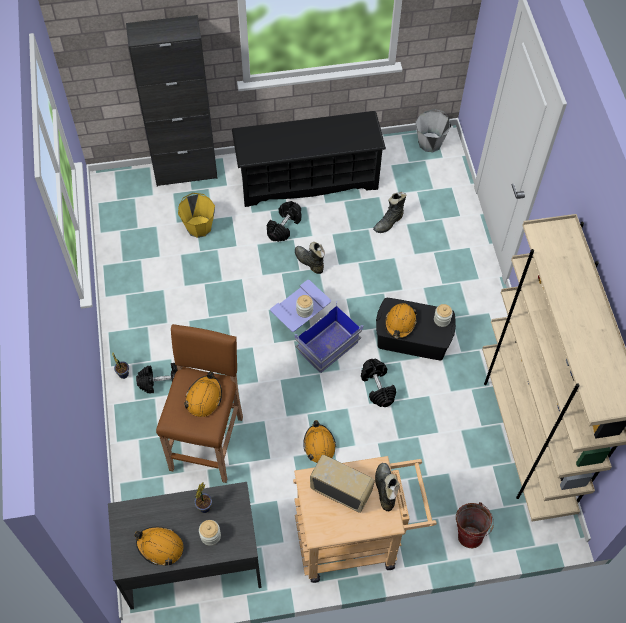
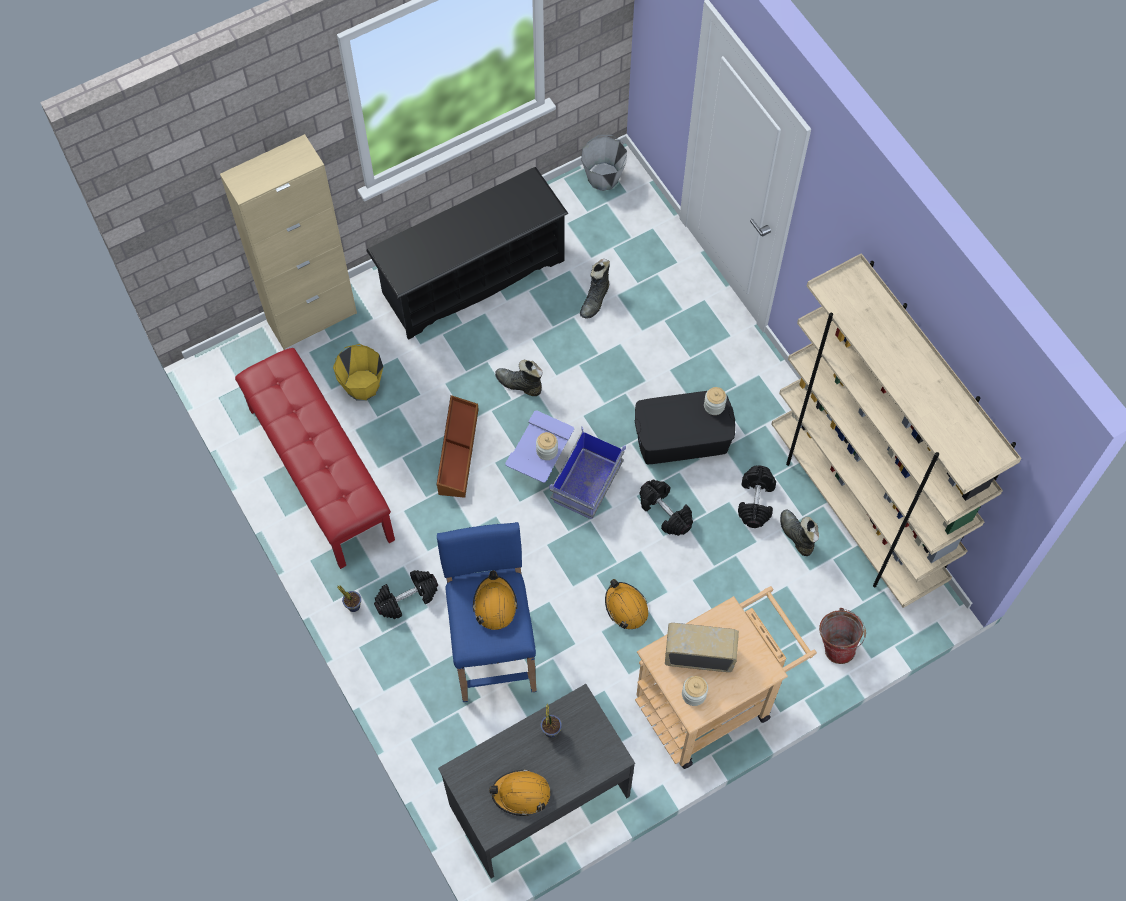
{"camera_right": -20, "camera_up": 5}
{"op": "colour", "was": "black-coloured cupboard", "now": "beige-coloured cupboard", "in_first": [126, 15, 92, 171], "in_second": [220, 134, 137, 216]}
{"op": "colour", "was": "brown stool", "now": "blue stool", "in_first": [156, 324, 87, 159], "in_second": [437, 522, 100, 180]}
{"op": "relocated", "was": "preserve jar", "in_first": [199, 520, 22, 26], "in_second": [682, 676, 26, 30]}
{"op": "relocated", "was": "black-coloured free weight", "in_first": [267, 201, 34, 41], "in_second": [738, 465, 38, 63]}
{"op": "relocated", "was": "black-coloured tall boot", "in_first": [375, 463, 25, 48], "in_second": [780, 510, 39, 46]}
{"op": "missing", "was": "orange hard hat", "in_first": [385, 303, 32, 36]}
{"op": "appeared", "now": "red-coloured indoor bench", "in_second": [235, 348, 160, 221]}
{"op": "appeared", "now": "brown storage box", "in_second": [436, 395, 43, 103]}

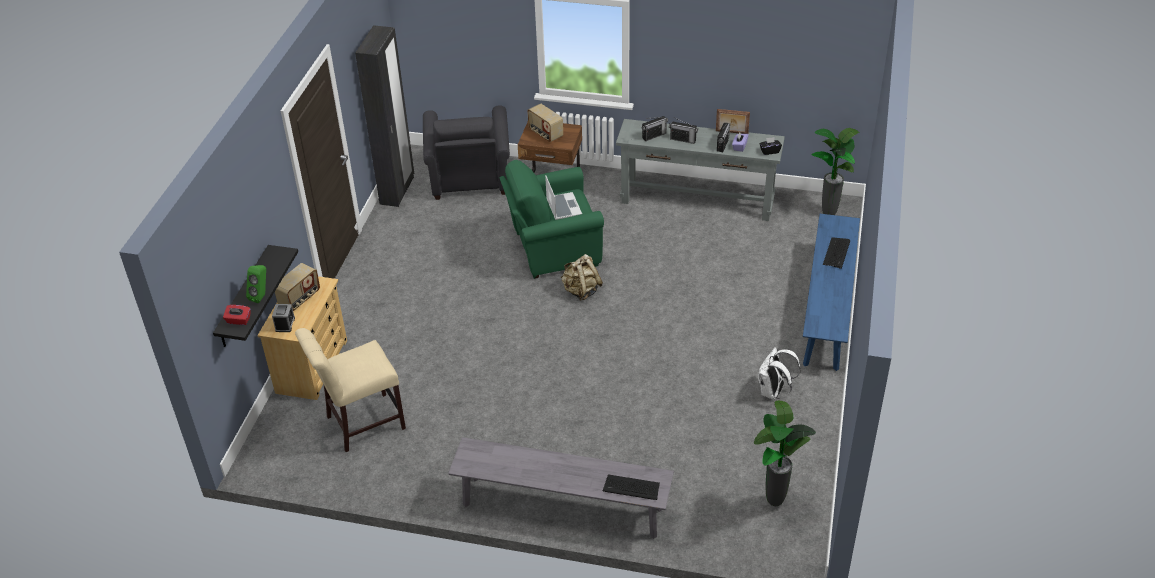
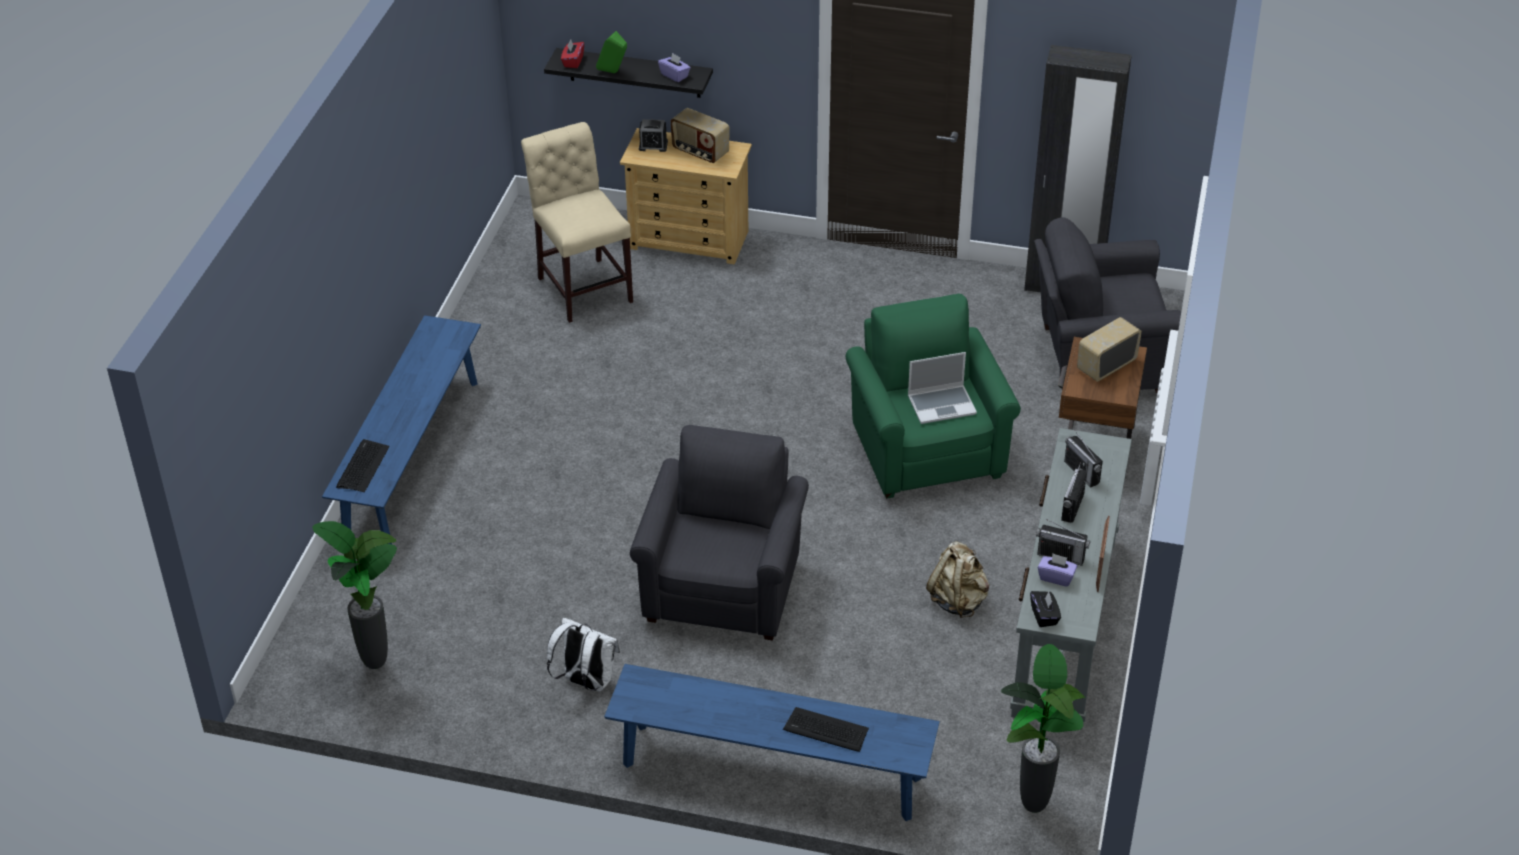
{"camera_right": 90, "camera_up": 0}
{"op": "colour", "was": "grey indoor bench", "now": "blue indoor bench", "in_first": [448, 437, 226, 102], "in_second": [322, 315, 159, 229]}
{"op": "relocated", "was": "beige-coloured rucksack", "in_first": [561, 254, 42, 47], "in_second": [926, 541, 63, 77]}
{"op": "appeared", "now": "grey lounge chair", "in_second": [630, 425, 179, 216]}
{"op": "appeared", "now": "purple tissue box", "in_second": [658, 53, 33, 29]}

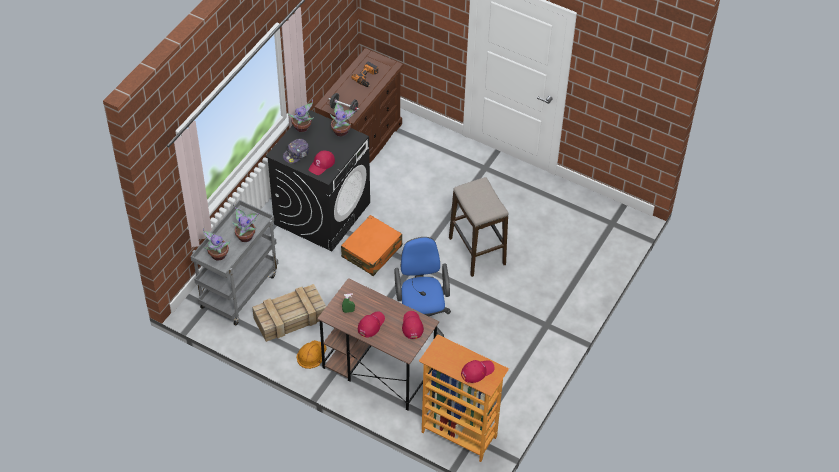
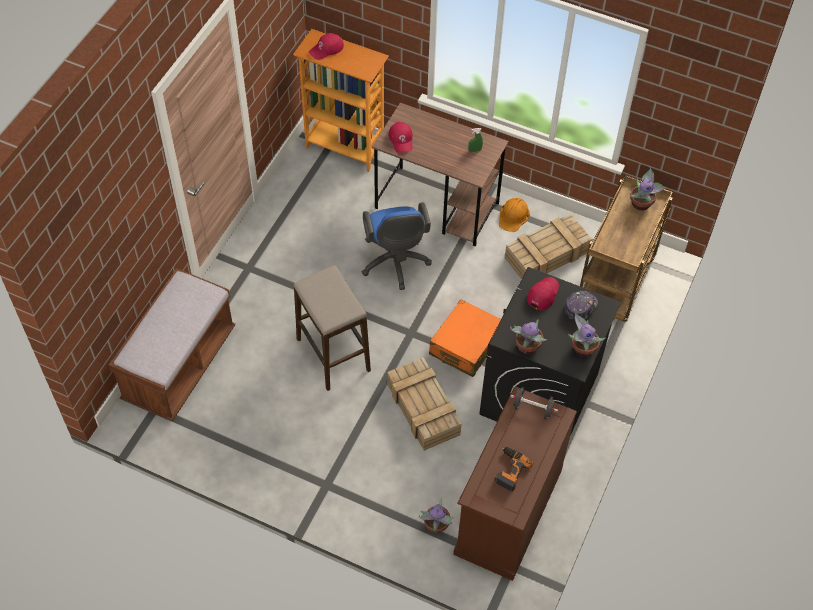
{"camera_right": 175, "camera_up": 5}
{"op": "colour", "was": "grey trolley", "now": "brown trolley", "in_first": [190, 200, 88, 125], "in_second": [580, 175, 93, 147]}
{"op": "relocated", "was": "plant in a pot", "in_first": [232, 207, 27, 35], "in_second": [419, 499, 36, 34]}
{"op": "missing", "was": "red-coloured baseball cap", "in_first": [358, 311, 27, 27]}
{"op": "appeared", "now": "brown indoor bench", "in_second": [109, 268, 126, 153]}
{"op": "appeared", "now": "packing crate", "in_second": [387, 357, 75, 94]}

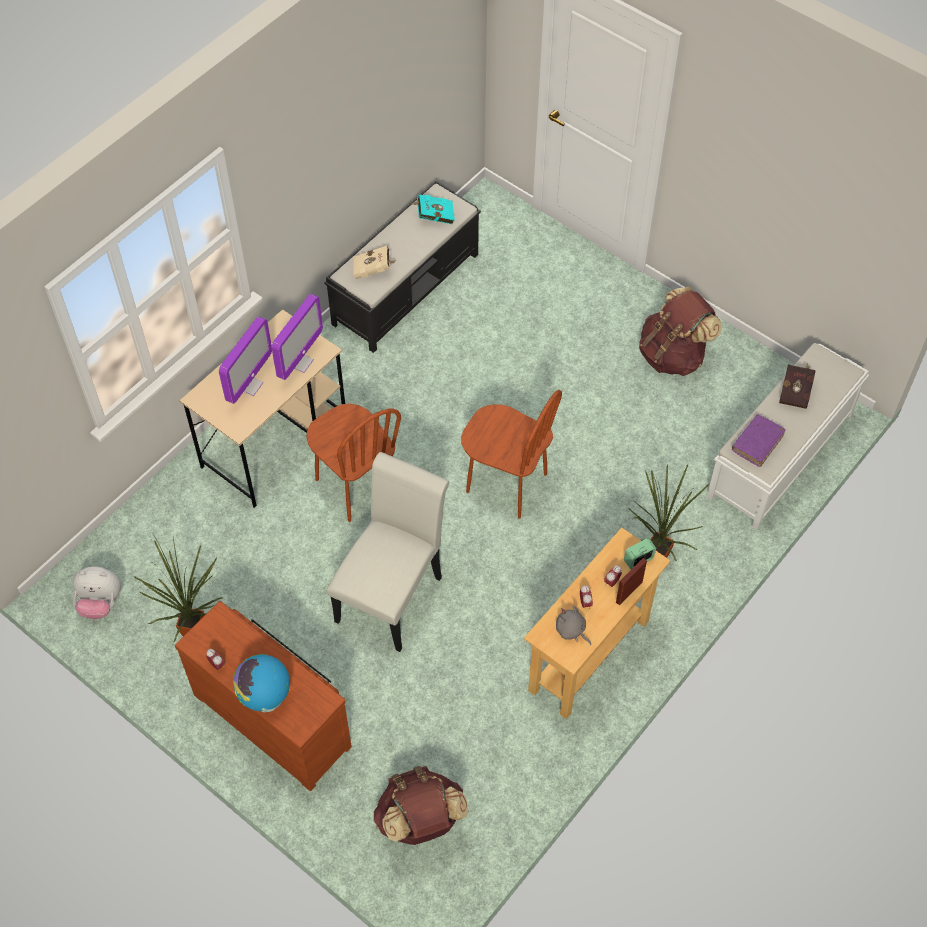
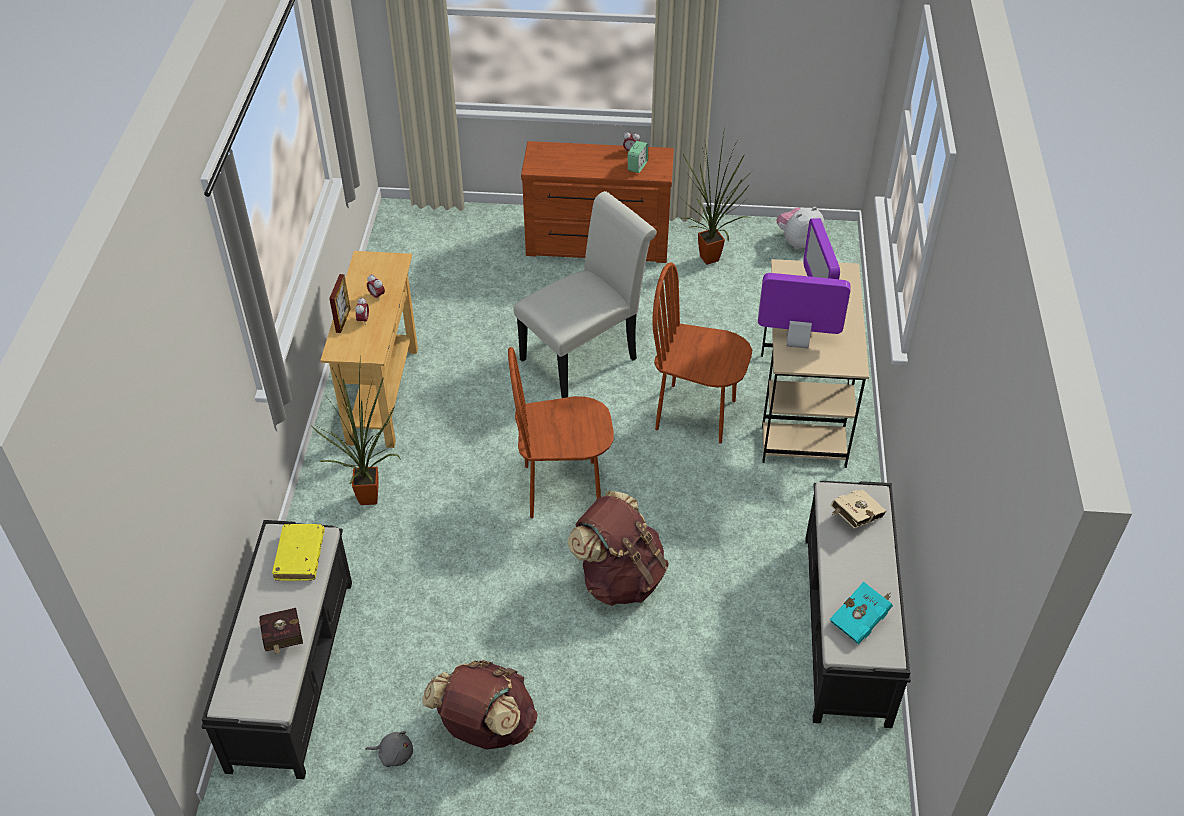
{"camera_right": 145, "camera_up": -10}
{"op": "missing", "was": "desk globe", "in_first": [233, 654, 57, 59]}
{"op": "spun", "was": "computer screen", "in_first": [271, 294, 52, 86], "in_second": [758, 273, 93, 76], "clockwise": 105}
{"op": "spun", "was": "white-coloured upright chair", "in_first": [327, 452, 122, 200], "in_second": [513, 191, 144, 207], "clockwise": -120}
{"op": "relocated", "was": "brown rucksack", "in_first": [374, 766, 95, 79], "in_second": [567, 491, 102, 115]}
{"op": "relocated", "was": "grey cuddly toy", "in_first": [556, 606, 35, 39], "in_second": [366, 731, 47, 36]}
{"op": "relocated", "was": "alarm clock", "in_first": [624, 538, 32, 31], "in_second": [628, 141, 20, 32]}
{"op": "colour", "was": "white-coloured indoor bench", "now": "black-coloured indoor bench", "in_first": [707, 343, 162, 187], "in_second": [201, 520, 151, 259]}
{"op": "colour", "was": "purple bound book", "now": "yellow bound book", "in_first": [732, 415, 54, 52], "in_second": [272, 524, 53, 57]}

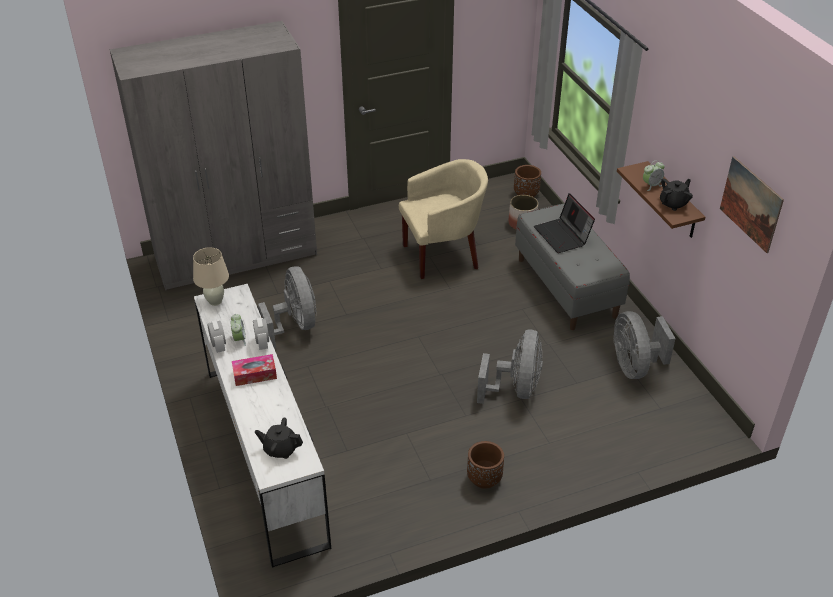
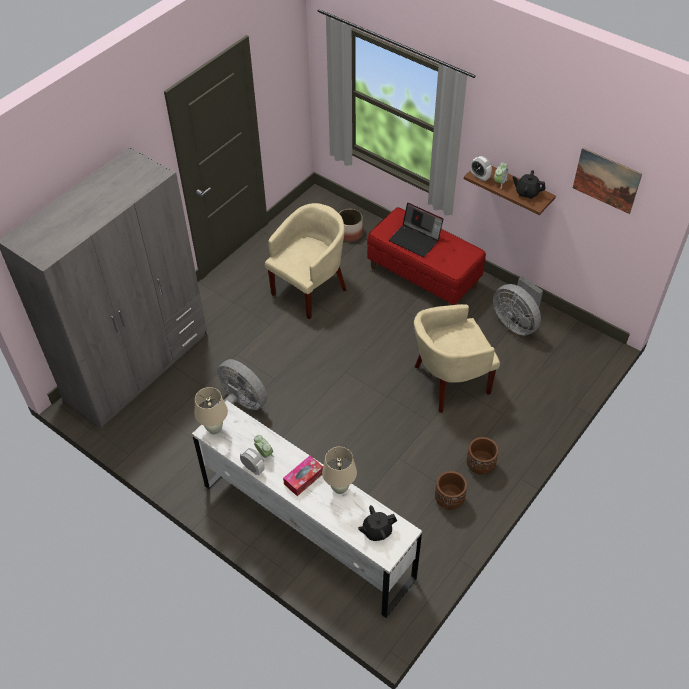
{"camera_right": -30, "camera_up": 10}
{"op": "relocated", "was": "alarm clock", "in_first": [253, 318, 16, 32], "in_second": [471, 156, 21, 25]}
{"op": "exchanged", "was": "grey electric fan", "now": "beige-coloured lounge chair", "in_first": [477, 330, 66, 74], "in_second": [414, 304, 86, 109]}
{"op": "relocated", "was": "brown flower pot", "in_first": [514, 165, 27, 32], "in_second": [435, 471, 32, 39]}
{"op": "colour", "was": "grey indoor bench", "now": "red-coloured indoor bench", "in_first": [515, 203, 115, 127], "in_second": [367, 207, 119, 98]}
{"op": "spun", "was": "black-coloured pot for tea", "in_first": [660, 179, 33, 32], "in_second": [512, 170, 33, 29], "clockwise": -90}
{"op": "appeared", "now": "beige-coloured table lamp", "in_second": [322, 447, 35, 47]}

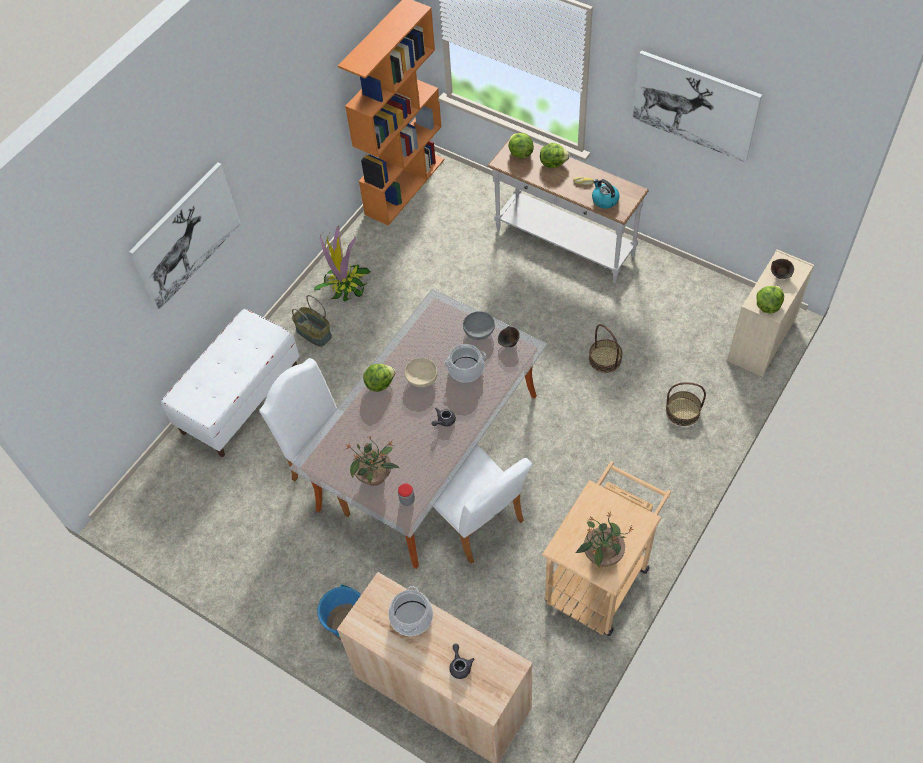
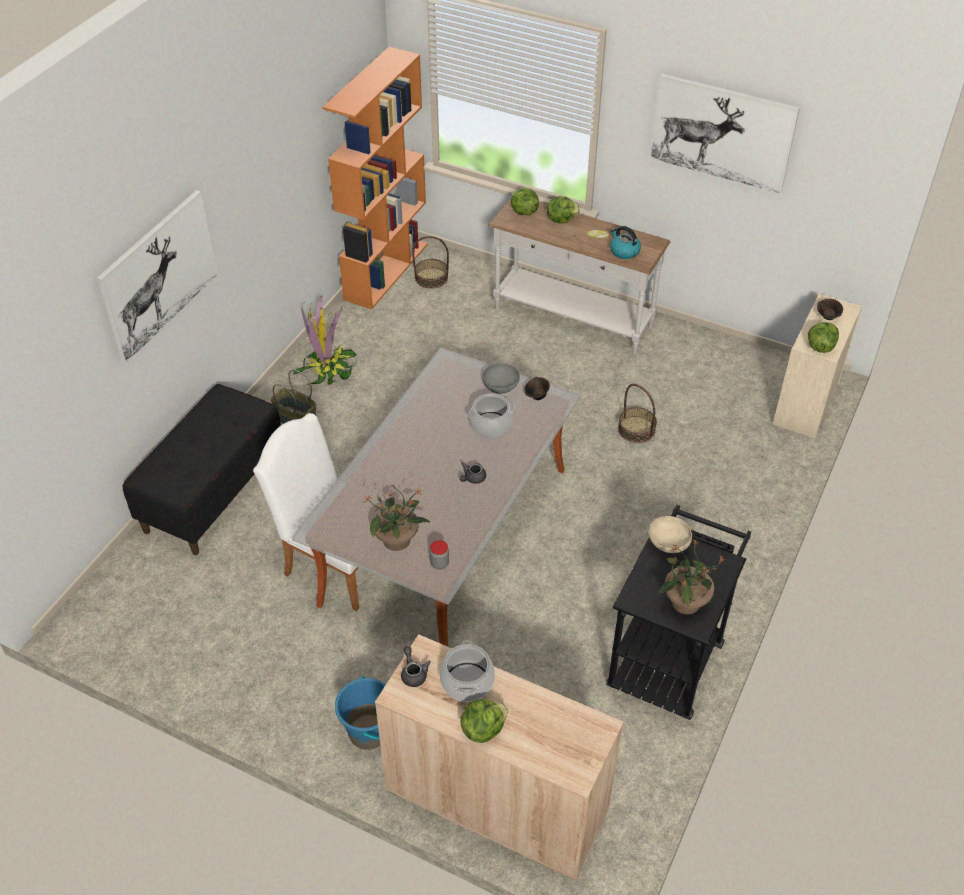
{"camera_right": -10, "camera_up": -10}
{"op": "colour", "was": "white-coloured indoor bench", "now": "black-coloured indoor bench", "in_first": [161, 309, 139, 148], "in_second": [123, 384, 158, 171]}
{"op": "relocated", "was": "lettuce", "in_first": [363, 364, 33, 28], "in_second": [461, 699, 47, 44]}
{"op": "relocated", "was": "beige-coloured serving bowl", "in_first": [405, 358, 32, 29], "in_second": [649, 516, 43, 37]}
{"op": "missing", "was": "white-coloured upright chair", "in_first": [433, 445, 99, 119]}
{"op": "relocated", "was": "grey pot for tea", "in_first": [449, 643, 25, 36], "in_second": [401, 646, 30, 41]}
{"op": "colour", "was": "beige-coloured trolley", "now": "black-coloured trolley", "in_first": [542, 461, 129, 175], "in_second": [606, 505, 145, 215]}
{"op": "relocated", "was": "storage basket", "in_first": [666, 382, 40, 44], "in_second": [412, 236, 37, 53]}

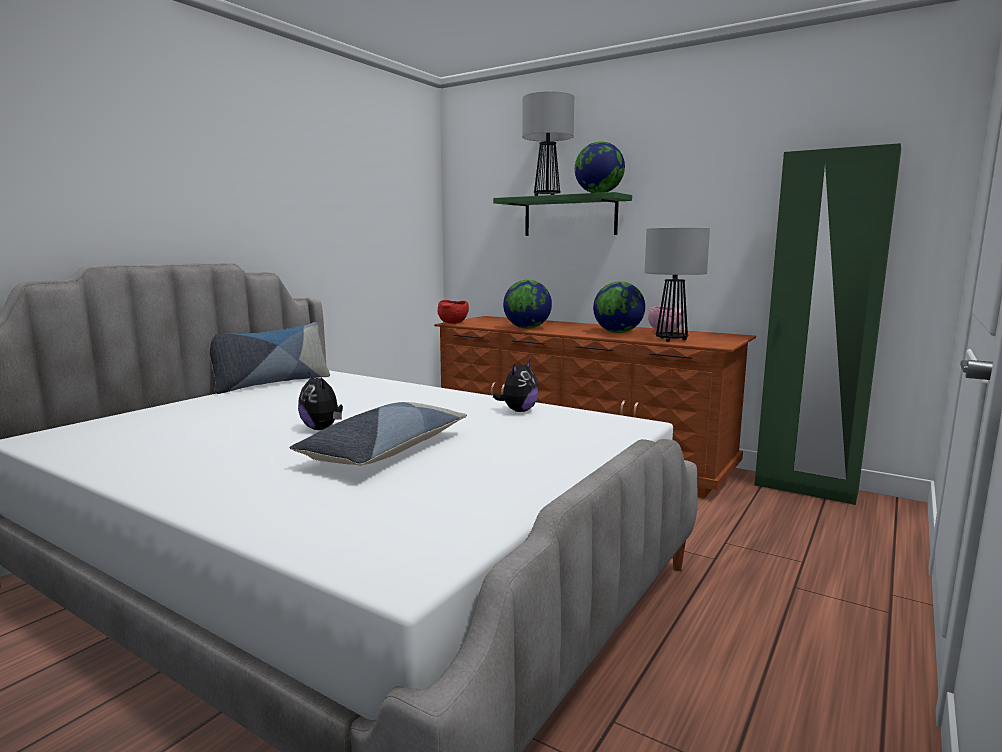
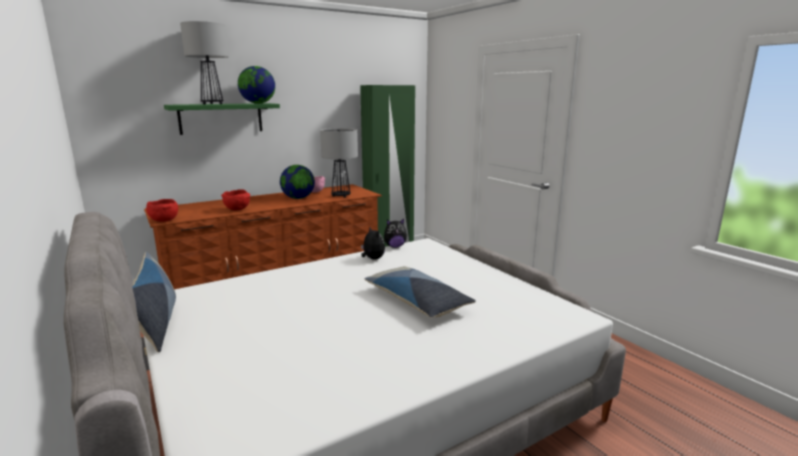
{"camera_right": -65, "camera_up": 5}
{"op": "relocated", "was": "cuddly toy", "in_first": [298, 372, 45, 58], "in_second": [384, 219, 23, 29]}
{"op": "exchanged", "was": "desk globe", "now": "red-coloured serving bowl", "in_first": [503, 280, 49, 49], "in_second": [221, 189, 29, 21]}

